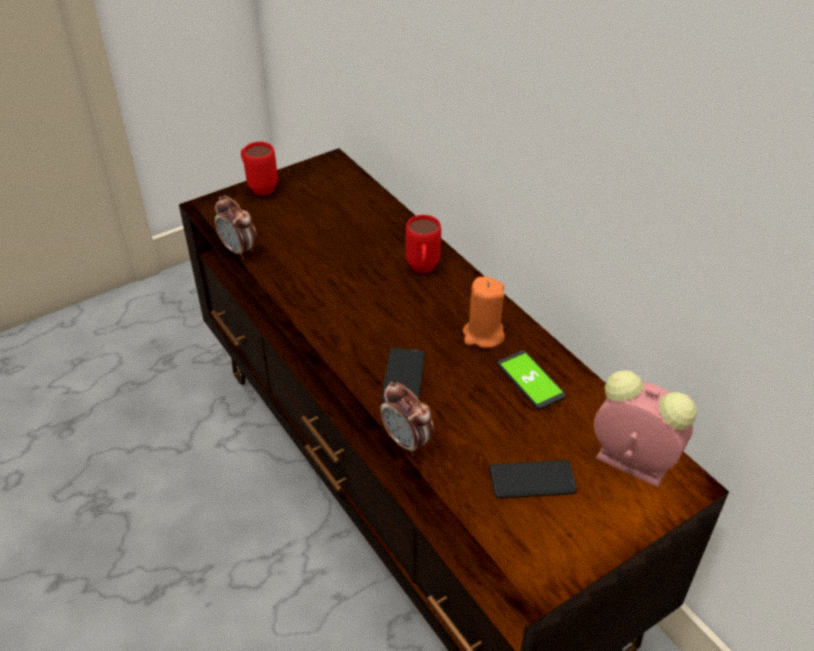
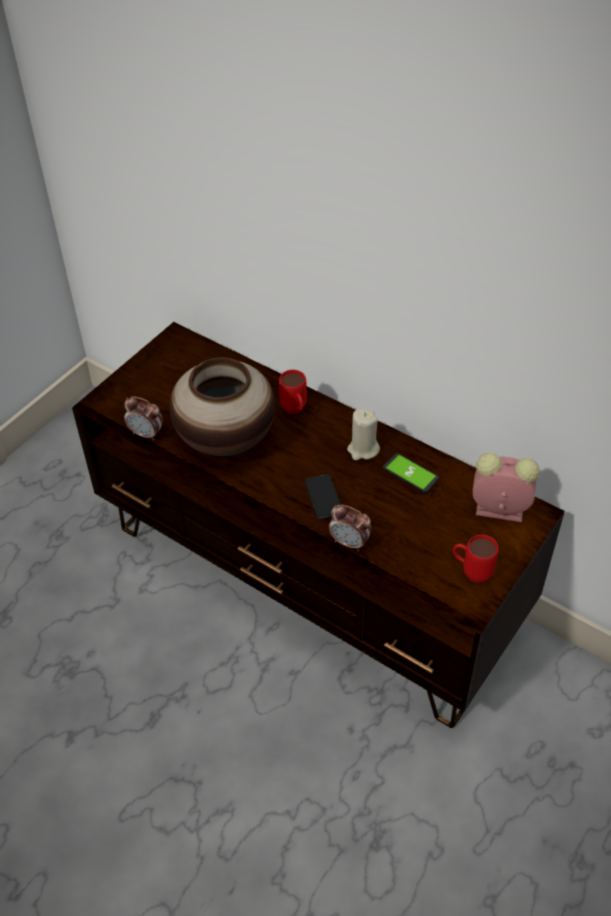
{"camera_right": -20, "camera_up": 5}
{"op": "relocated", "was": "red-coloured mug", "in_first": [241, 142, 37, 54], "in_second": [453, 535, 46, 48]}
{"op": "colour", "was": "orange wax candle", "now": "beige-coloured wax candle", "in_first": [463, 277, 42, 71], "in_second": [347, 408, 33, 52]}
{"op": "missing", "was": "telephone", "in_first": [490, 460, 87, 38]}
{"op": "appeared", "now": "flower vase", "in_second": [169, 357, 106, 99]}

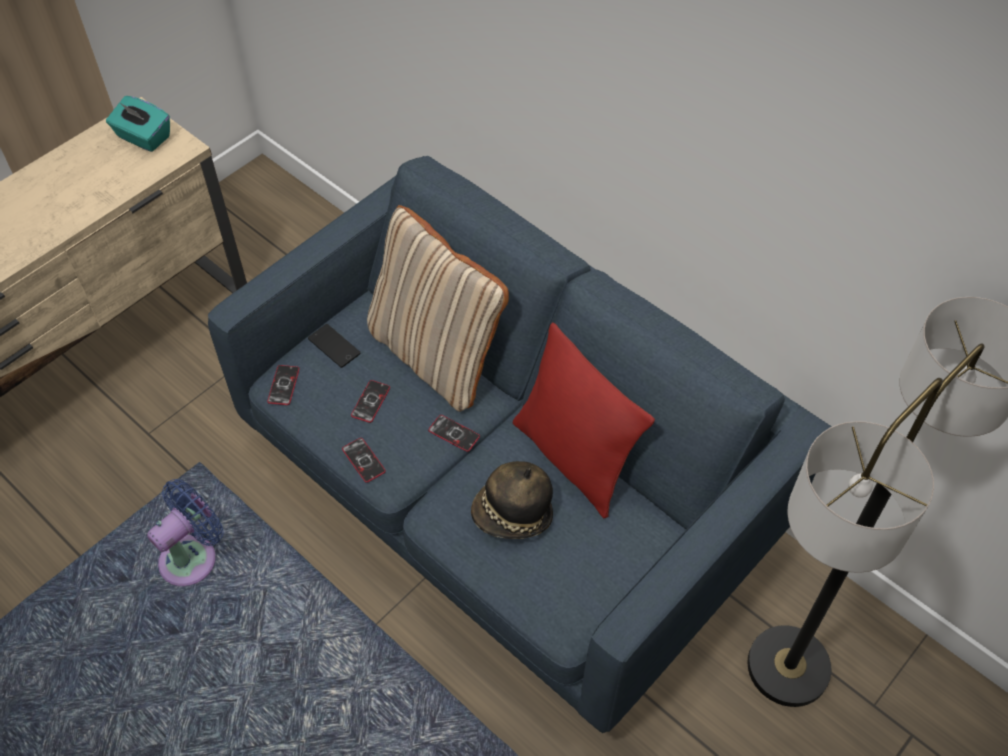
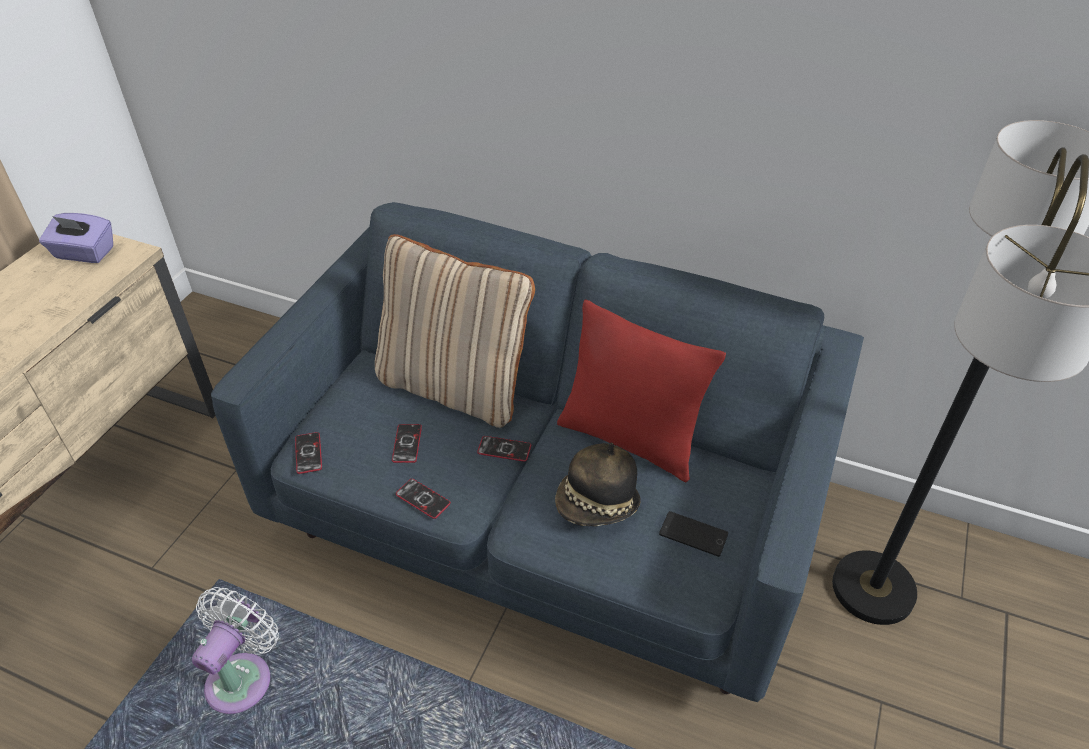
{"camera_right": -20, "camera_up": -10}
{"op": "colour", "was": "turquoise tissue box", "now": "purple tissue box", "in_first": [106, 96, 64, 56], "in_second": [39, 213, 74, 50]}
{"op": "colour", "was": "blue electric fan", "now": "white-coloured electric fan", "in_first": [147, 479, 77, 107], "in_second": [192, 587, 87, 127]}
{"op": "relocated", "was": "telephone", "in_first": [308, 324, 53, 44], "in_second": [659, 511, 69, 46]}

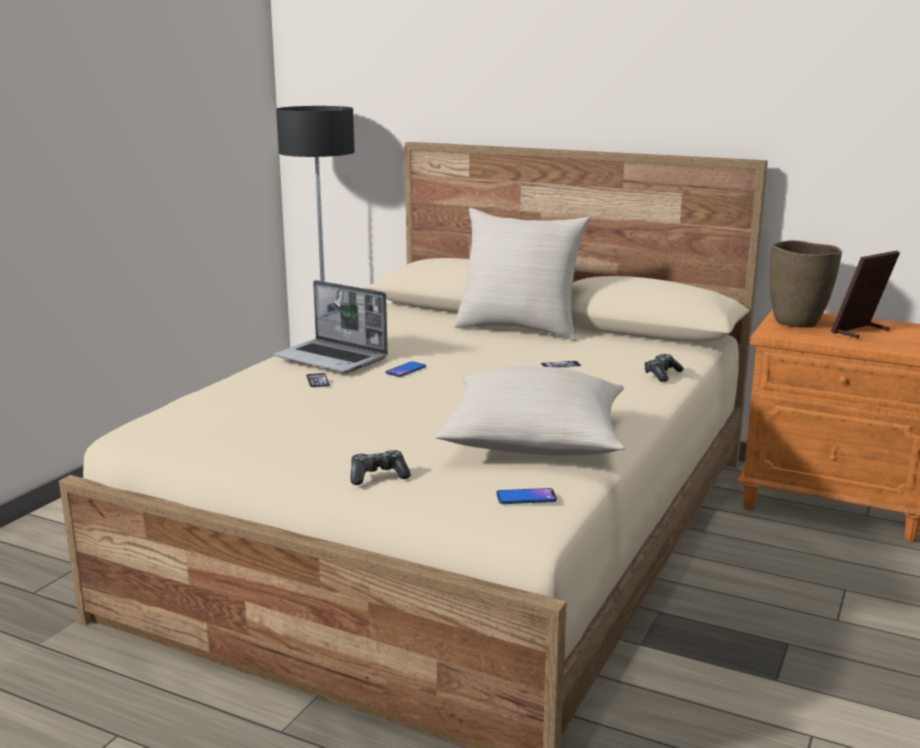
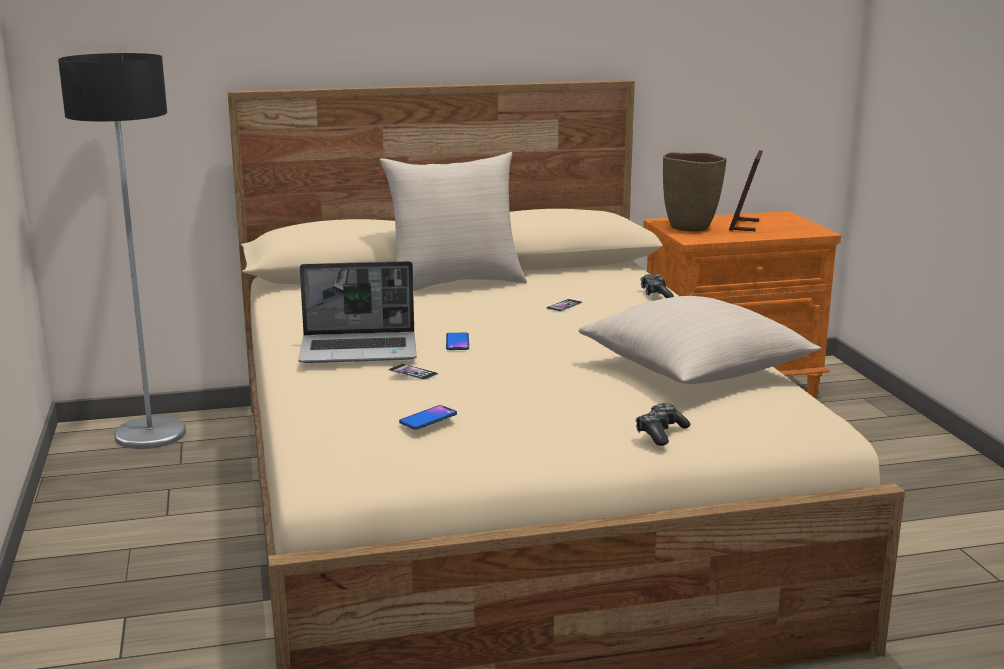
{"camera_right": -40, "camera_up": 0}
{"op": "relocated", "was": "telephone", "in_first": [496, 488, 61, 16], "in_second": [399, 405, 58, 25]}

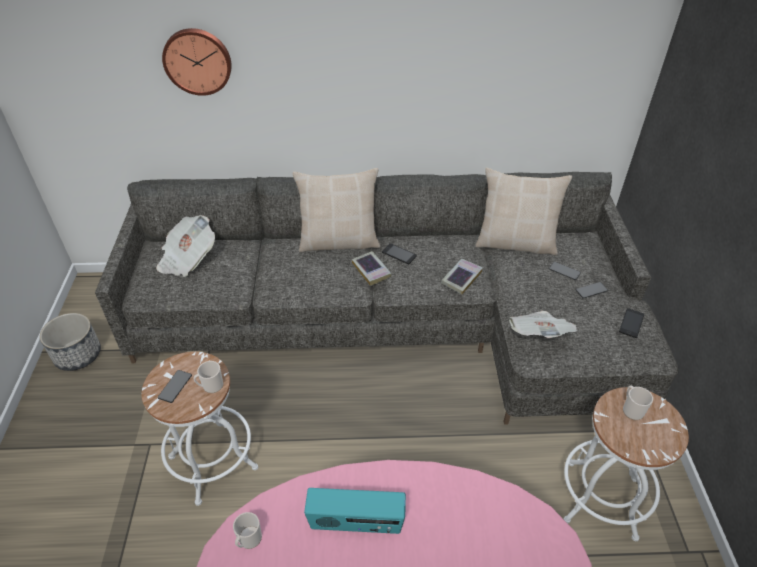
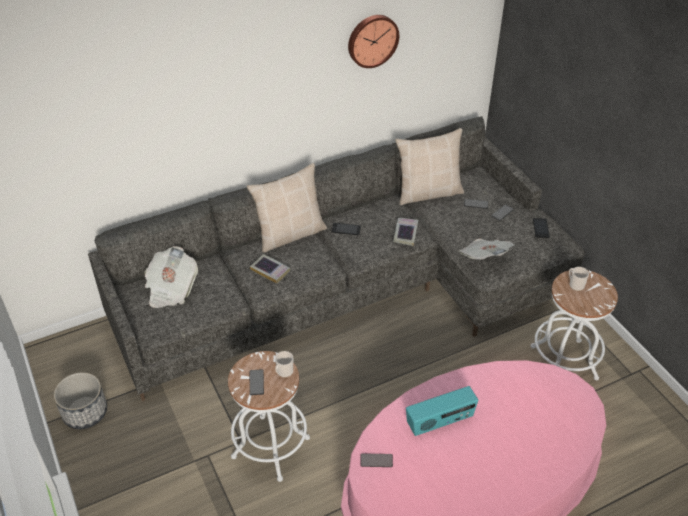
{"camera_right": -25, "camera_up": 0}
{"op": "relocated", "was": "hanging clock", "in_first": [162, 28, 70, 68], "in_second": [348, 15, 51, 53]}
{"op": "exchanged", "was": "mug", "now": "telephone", "in_first": [233, 512, 29, 37], "in_second": [360, 453, 33, 14]}
{"op": "relocated", "was": "bound book", "in_first": [352, 251, 40, 35], "in_second": [250, 254, 40, 30]}

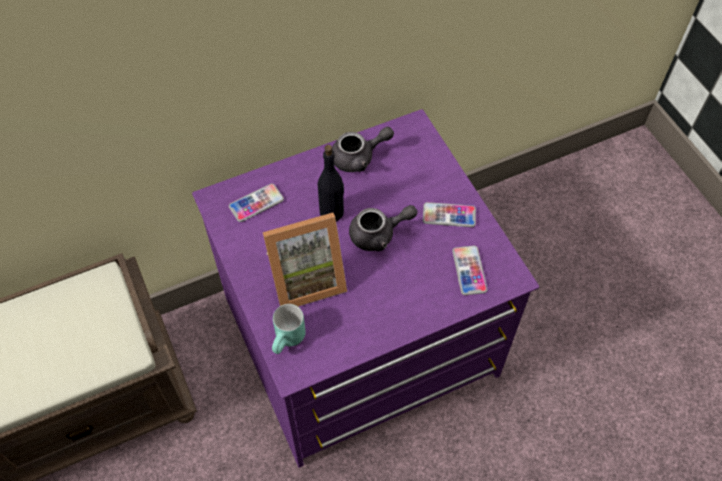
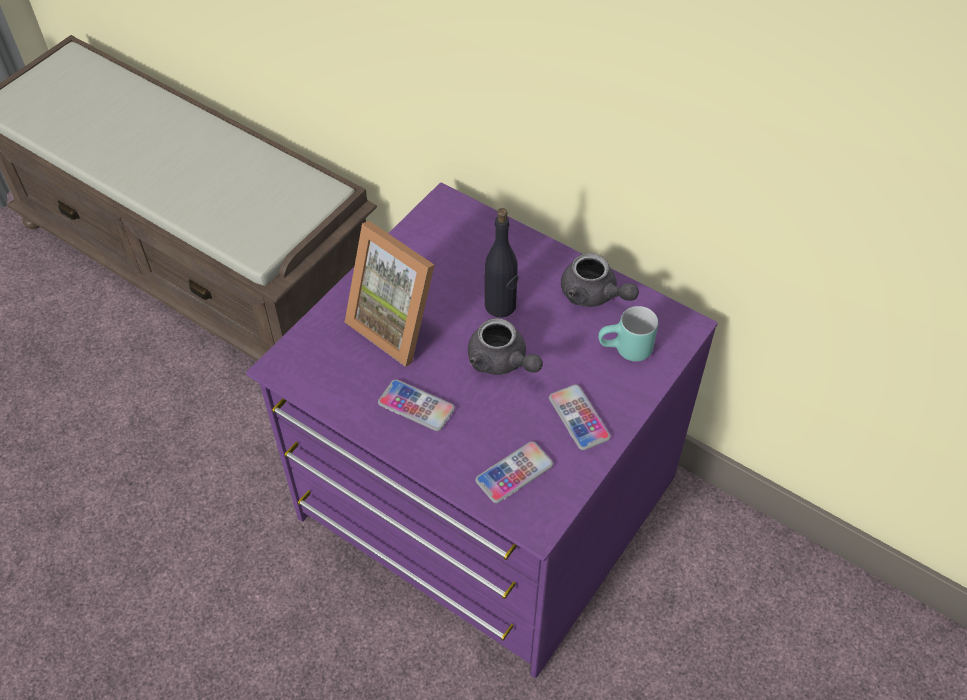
{"camera_right": 60, "camera_up": -5}
{"op": "relocated", "was": "telephone", "in_first": [229, 184, 55, 38], "in_second": [378, 379, 77, 52]}
{"op": "relocated", "was": "turquoise mug", "in_first": [272, 304, 34, 50], "in_second": [598, 306, 60, 56]}

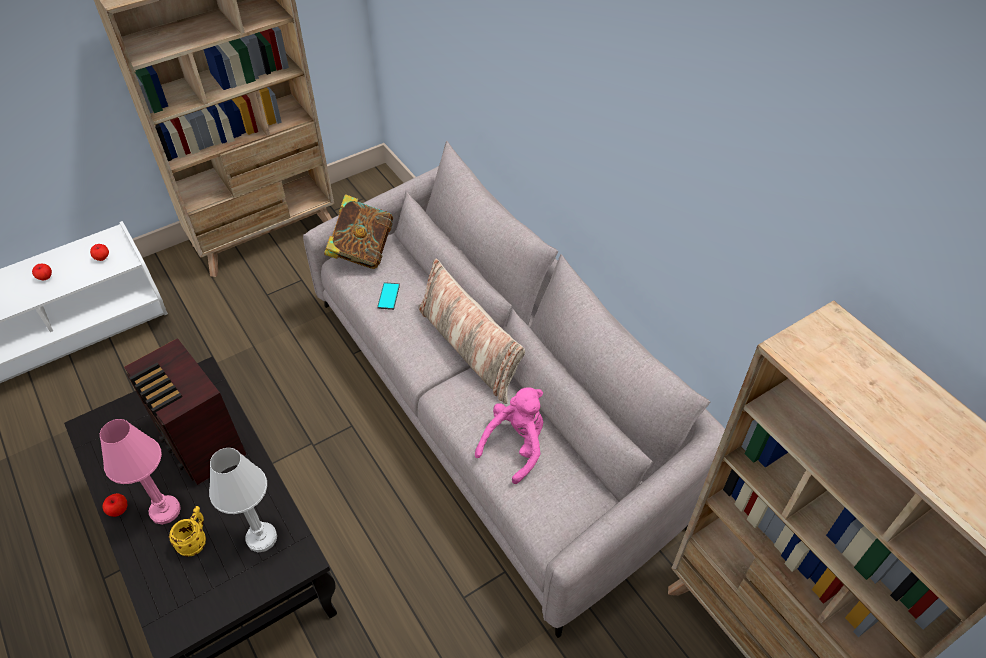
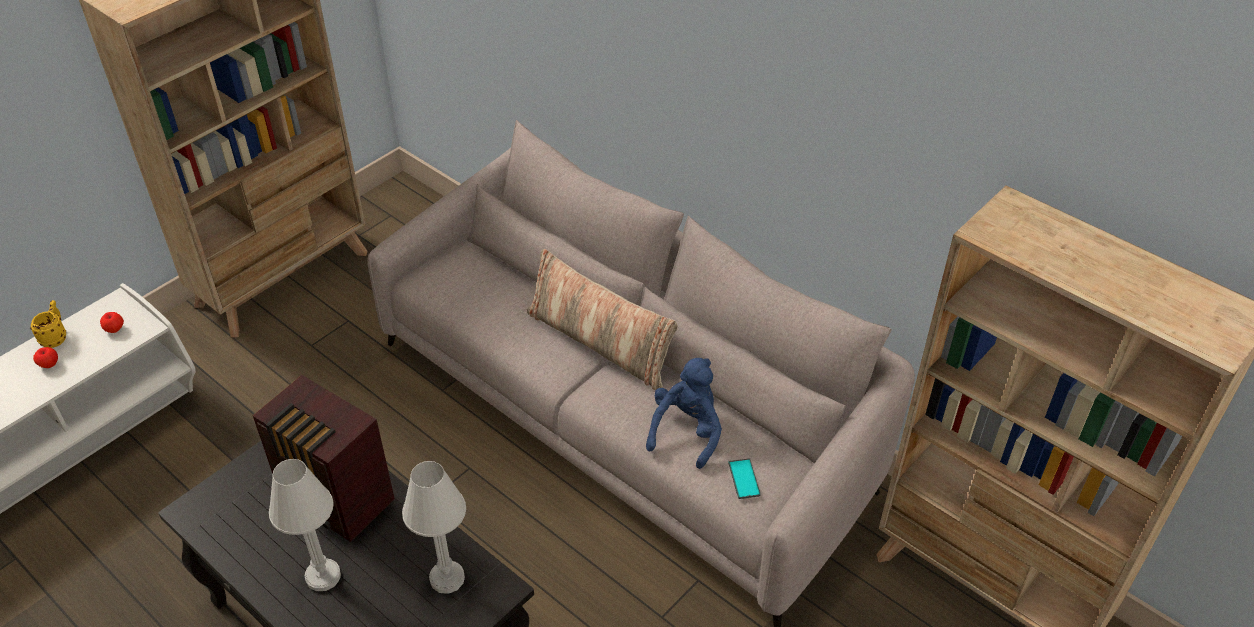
{"camera_right": -15, "camera_up": -5}
{"op": "colour", "was": "pink table lamp", "now": "white-coloured table lamp", "in_first": [100, 419, 81, 106], "in_second": [269, 459, 72, 132]}
{"op": "missing", "was": "apple", "in_first": [102, 493, 25, 24]}
{"op": "relocated", "was": "yellow mug", "in_first": [169, 506, 37, 51], "in_second": [30, 300, 36, 48]}
{"op": "missing", "was": "bound book", "in_first": [324, 194, 69, 75]}
{"op": "relocated", "was": "telephone", "in_first": [377, 282, 23, 28], "in_second": [728, 459, 33, 40]}
{"op": "colour", "was": "pink cuddly toy", "now": "blue cuddly toy", "in_first": [475, 387, 68, 97], "in_second": [646, 358, 76, 111]}

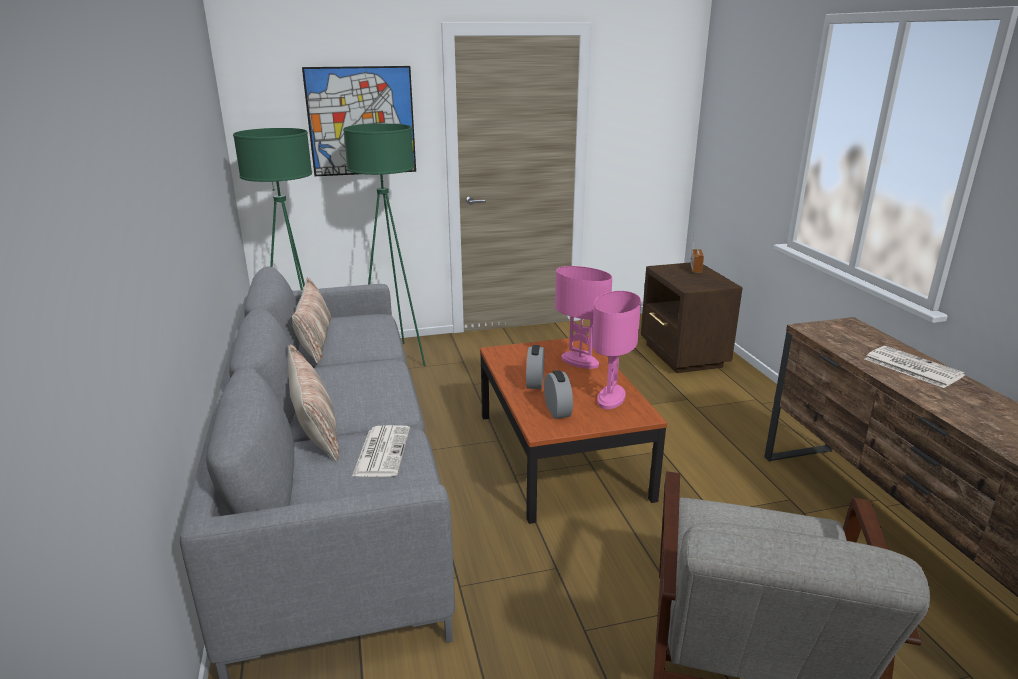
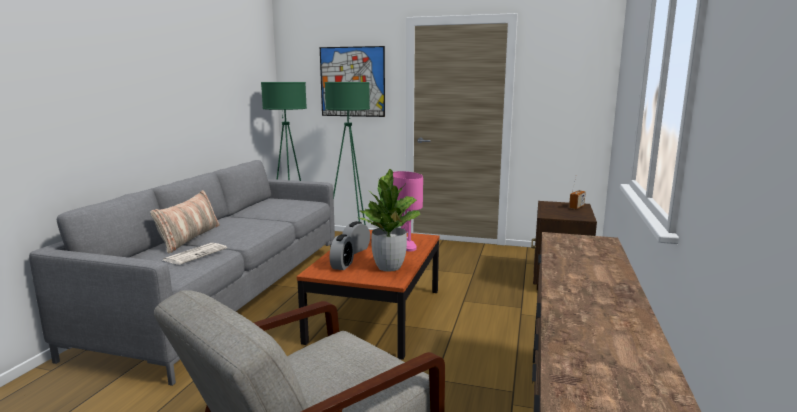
{"camera_right": 30, "camera_up": -10}
{"op": "missing", "was": "throw pillow", "in_first": [292, 277, 39, 87]}
{"op": "exchanged", "was": "pink table lamp", "now": "plant in a pot", "in_first": [592, 291, 49, 118], "in_second": [359, 169, 62, 103]}
{"op": "missing", "was": "newspaper", "in_first": [865, 346, 100, 42]}

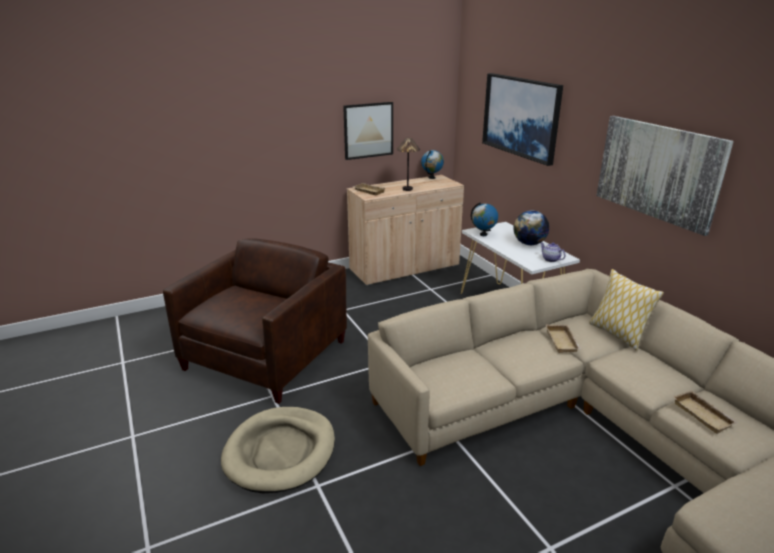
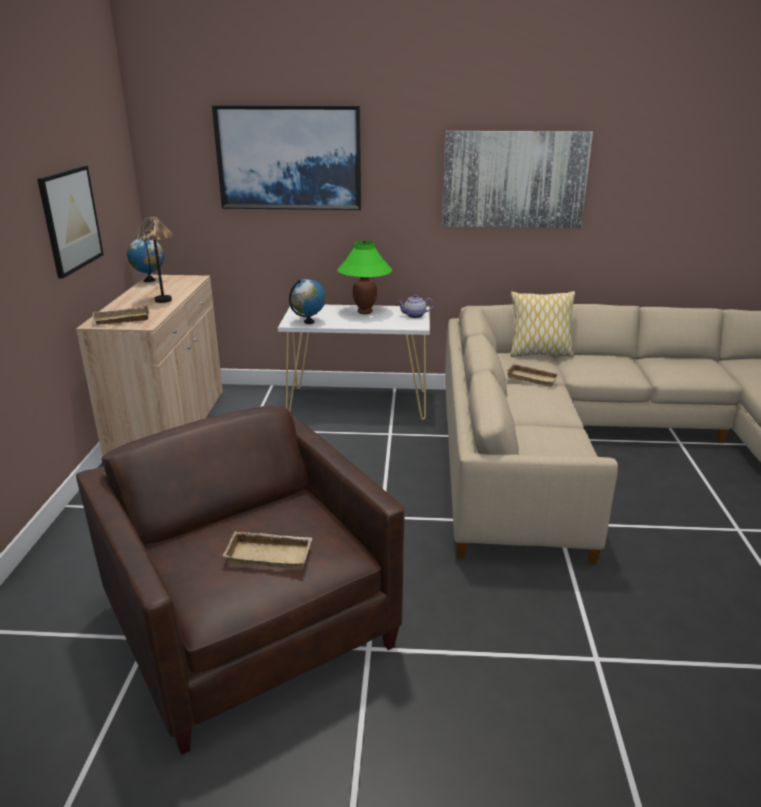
{"camera_right": -60, "camera_up": 0}
{"op": "missing", "was": "beige-coloured dog bed", "in_first": [221, 407, 114, 86]}
{"op": "exchanged", "was": "desk globe", "now": "greenish table lamp", "in_first": [513, 210, 36, 35], "in_second": [337, 240, 55, 74]}
{"op": "relocated", "was": "beige-coloured carrying tray", "in_first": [673, 390, 65, 44], "in_second": [223, 531, 89, 38]}

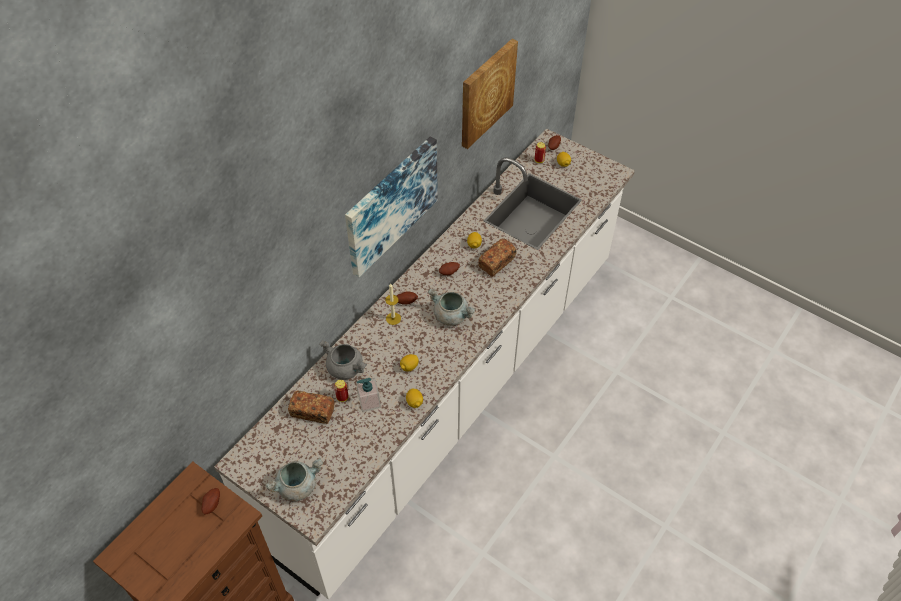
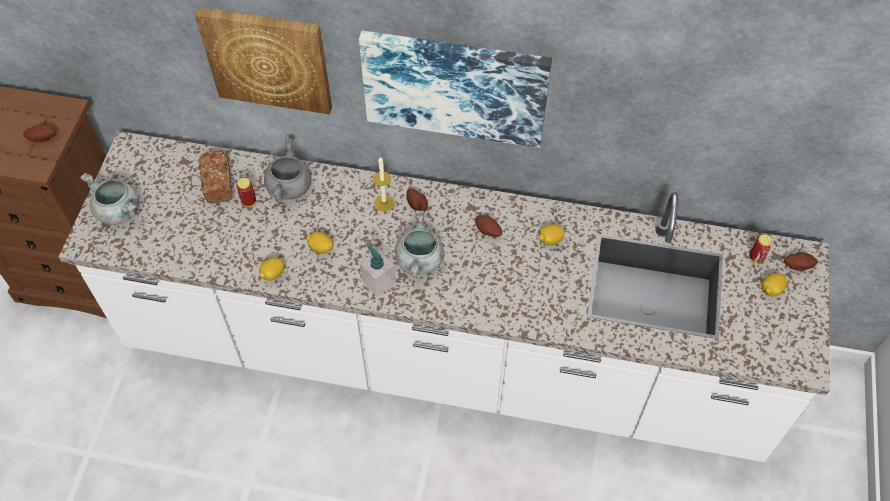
{"camera_right": 65, "camera_up": 5}
{"op": "relocated", "was": "soap dispenser", "in_first": [356, 378, 25, 34], "in_second": [360, 245, 36, 52]}
{"op": "relocated", "was": "wall picture", "in_first": [462, 39, 56, 110], "in_second": [195, 7, 137, 108]}
{"op": "missing", "was": "bakery bread", "in_first": [478, 238, 39, 39]}

